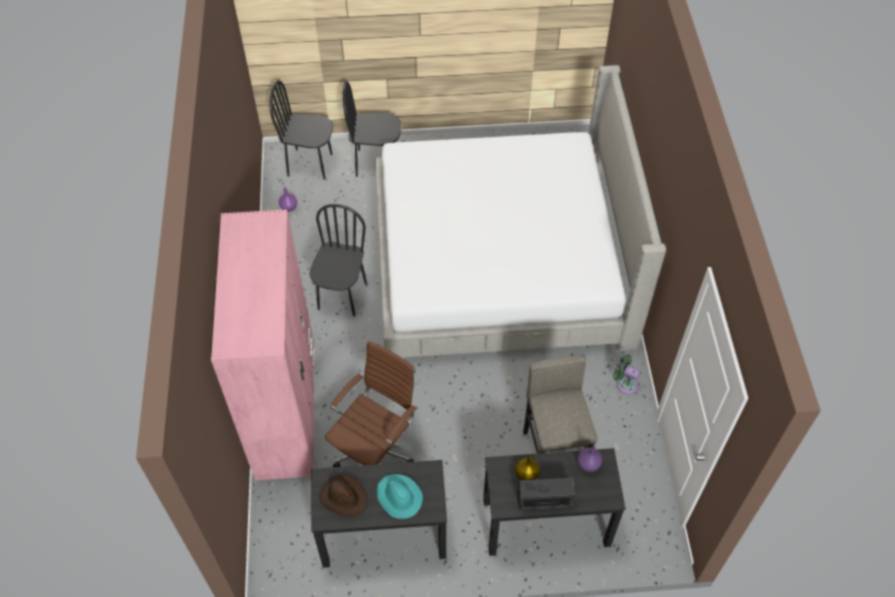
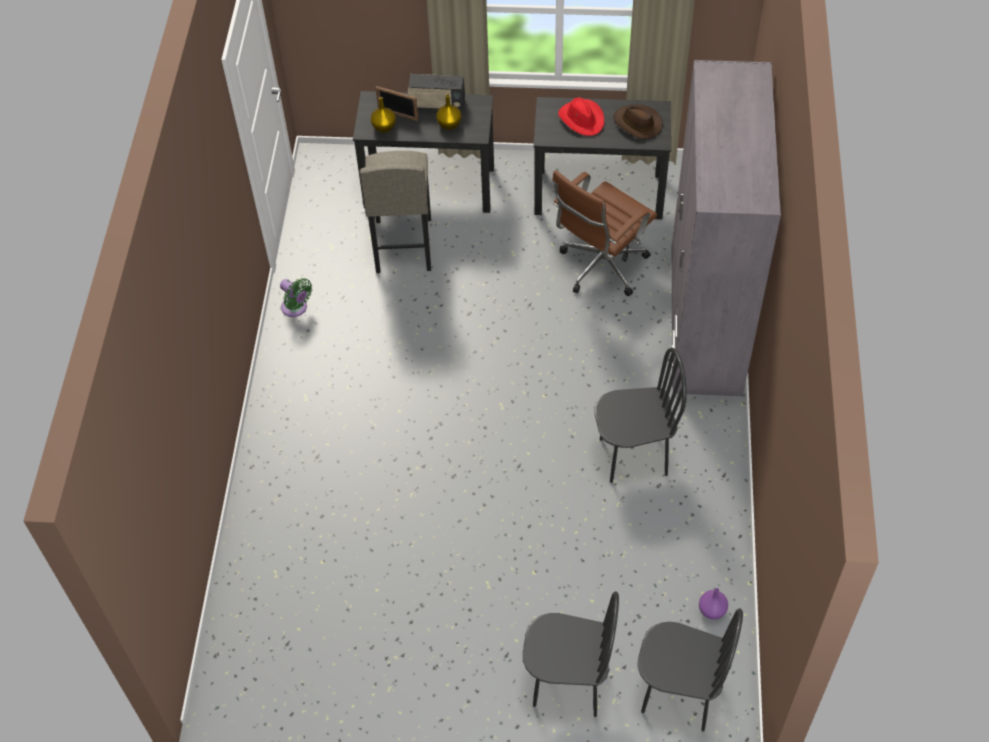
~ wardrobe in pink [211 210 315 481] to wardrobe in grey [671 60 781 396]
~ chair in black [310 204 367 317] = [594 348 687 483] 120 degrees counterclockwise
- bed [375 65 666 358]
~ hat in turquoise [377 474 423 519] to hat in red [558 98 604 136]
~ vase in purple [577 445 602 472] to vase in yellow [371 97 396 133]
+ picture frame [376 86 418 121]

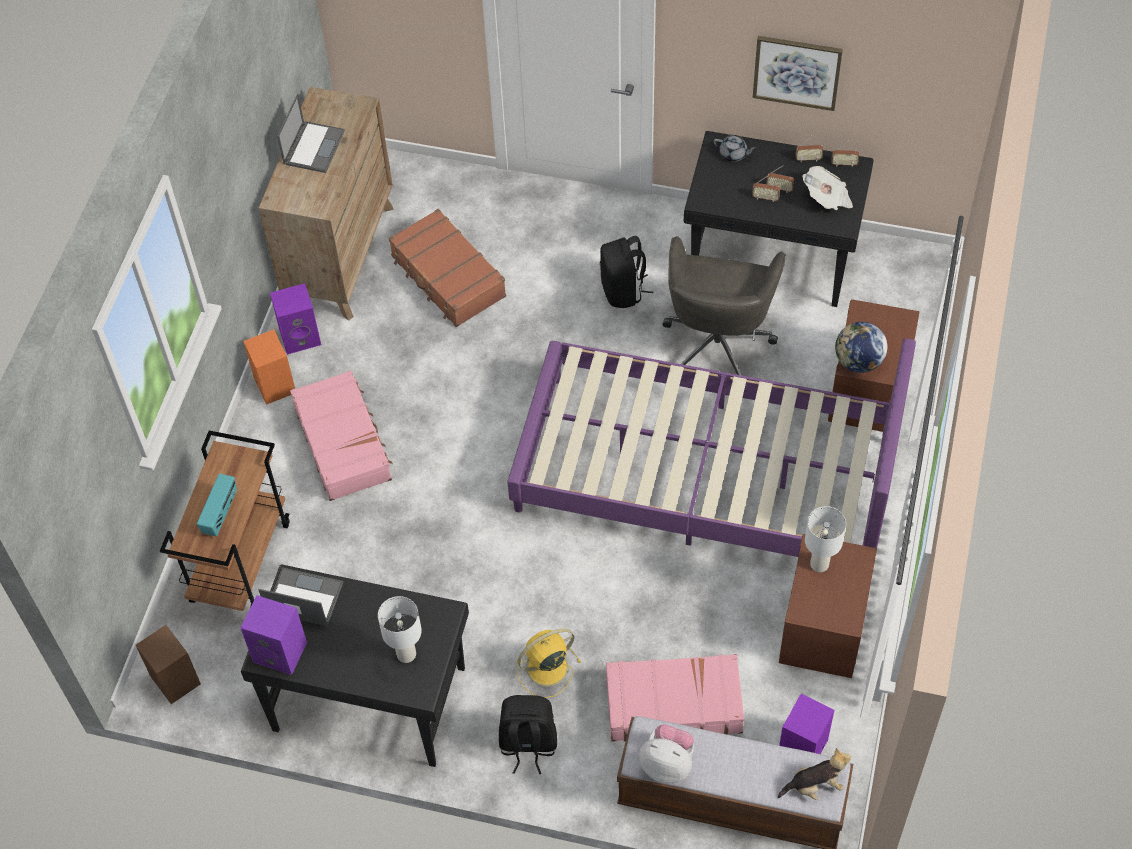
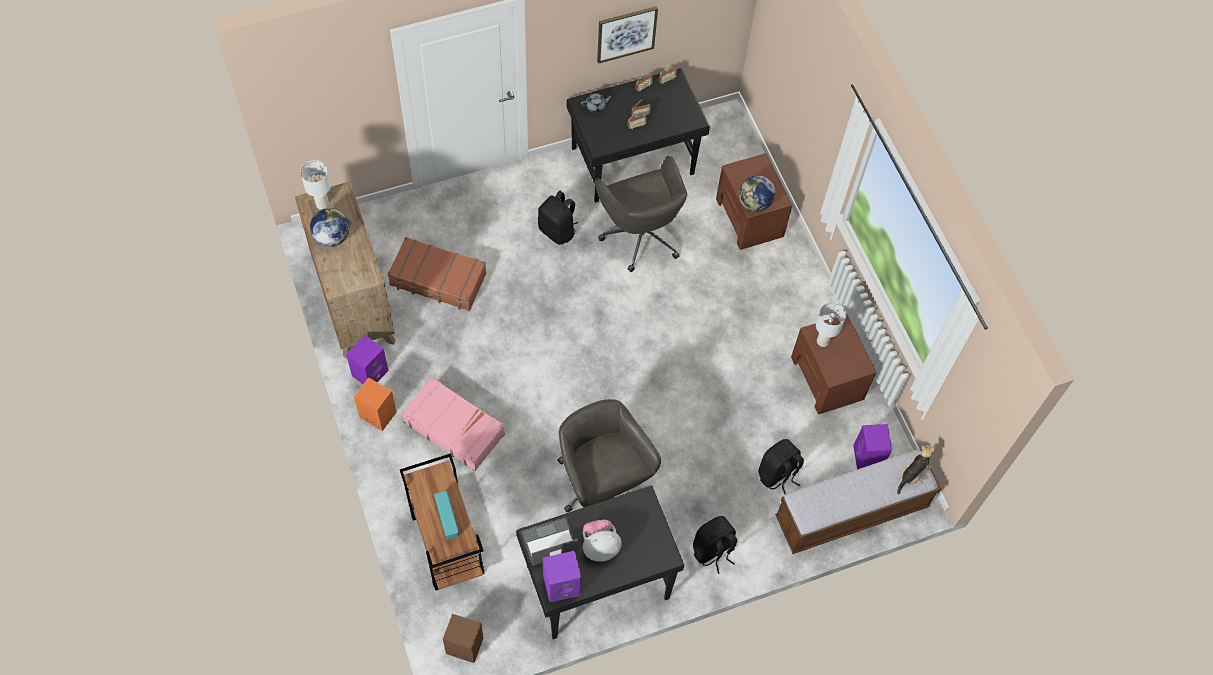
~ laptop [277 94 345 173] to globe [310 208 349 247]
~ table lamp in white [378 596 422 663] to [300 160 331 210]
- bed in purple [507 339 916 557]
- fan in yellow [516 628 581 698]
~ suitcase in pink [606 654 745 742] to backpack in black [758 439 804 494]
~ plush toy [639 724 694 784] to [583 520 622 562]
- newspaper [803 166 853 210]
+ office chair in grey [557 399 661 512]

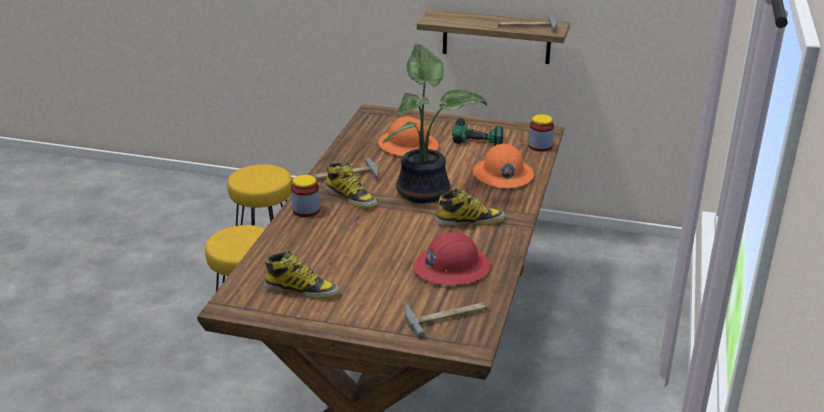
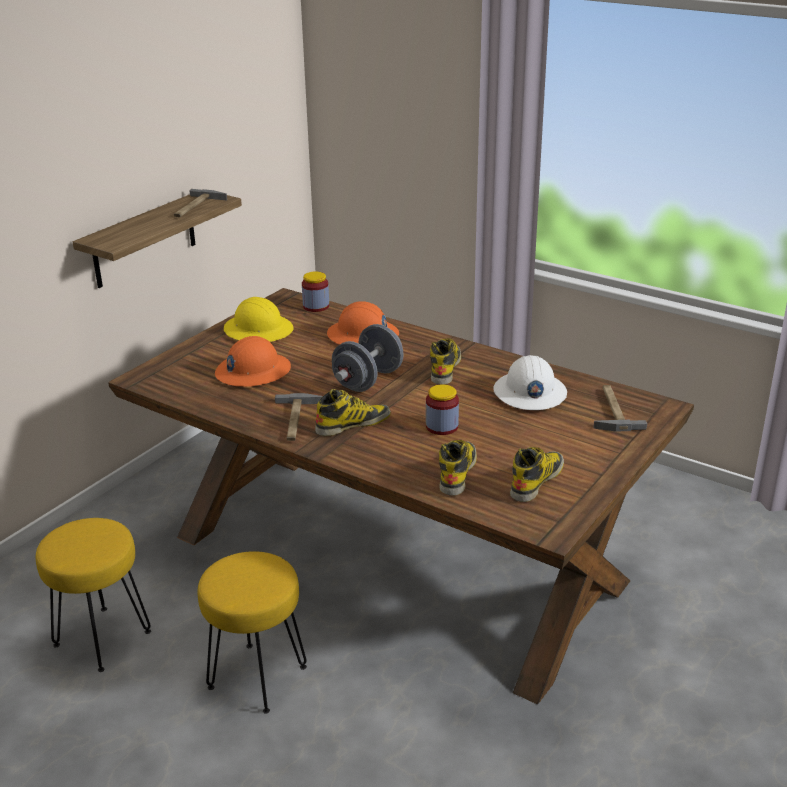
~ jar [291 175 320 217] to [426 384 459 435]
~ potted plant [382 44 487 203] to dumbbell in grey [332 324 404 392]
~ hard hat in red [413 232 491 286] to hard hat in white [493 355 567 410]
~ power drill [452 116 503 146] to hard hat in yellow [224 297 293 342]
+ boot [439 440 477 496]

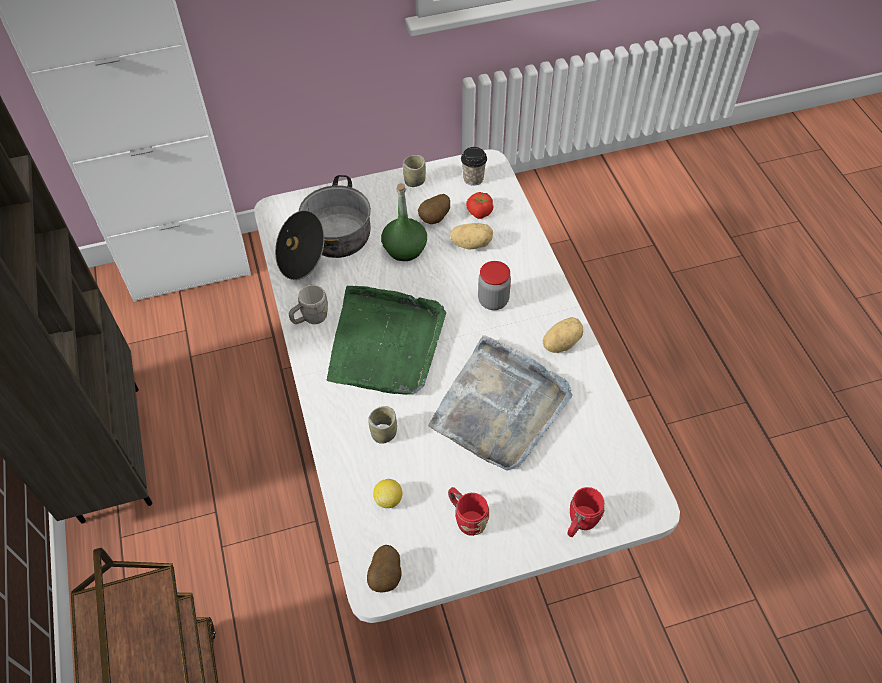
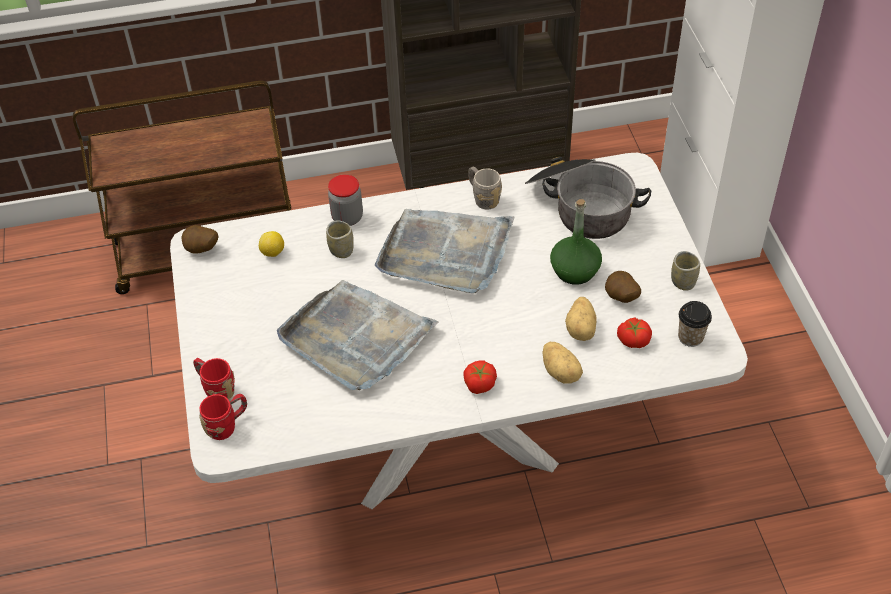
~ tray in green [327 286 446 395] to tray in grey [375 209 514 293]
~ mug in red [448 487 489 536] to [199 394 247 440]
~ jar [478 261 511 310] to [328 175 363 226]
~ potato [543 317 583 353] to [542 342 583 384]
+ tomato [463 361 497 394]

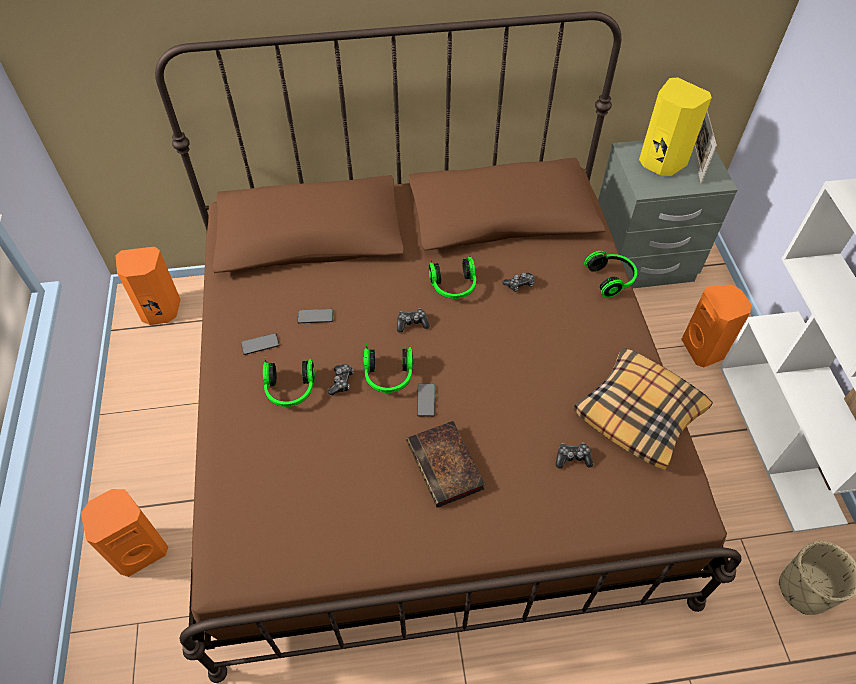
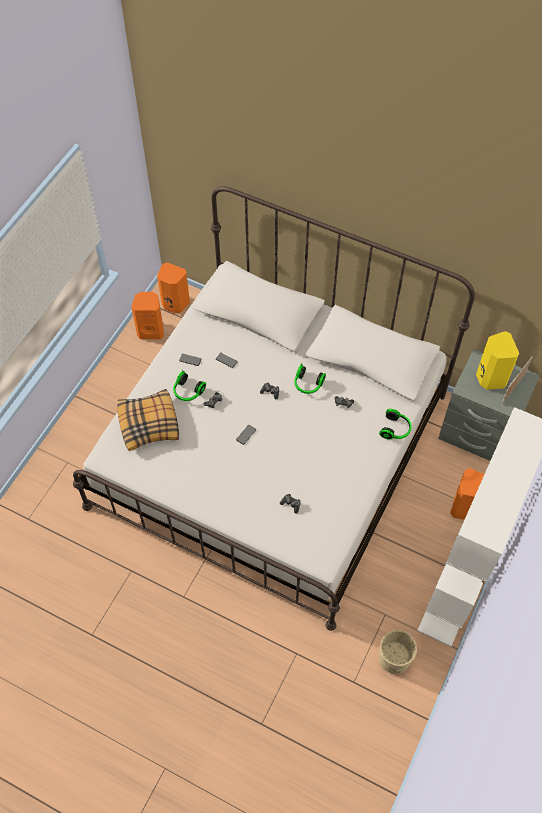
~ speaker in orange [81 489 168 577] to [131 292 164 339]
~ bed in brown [155 11 741 683] to bed in white [73 186 475 631]
- headphones [363 344 413 393]
- book [407 421 485 508]
~ pillow [574 348 713 470] to [117 389 179 451]

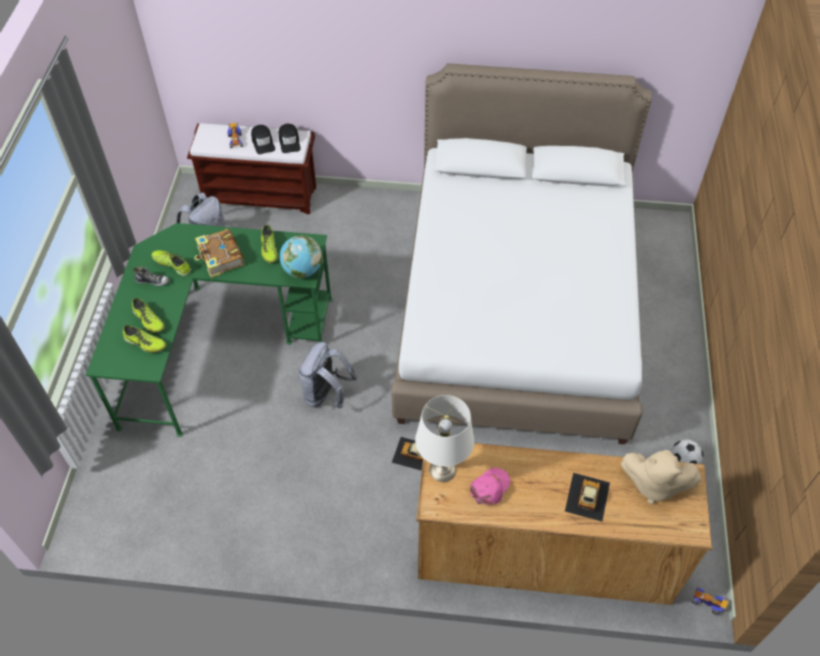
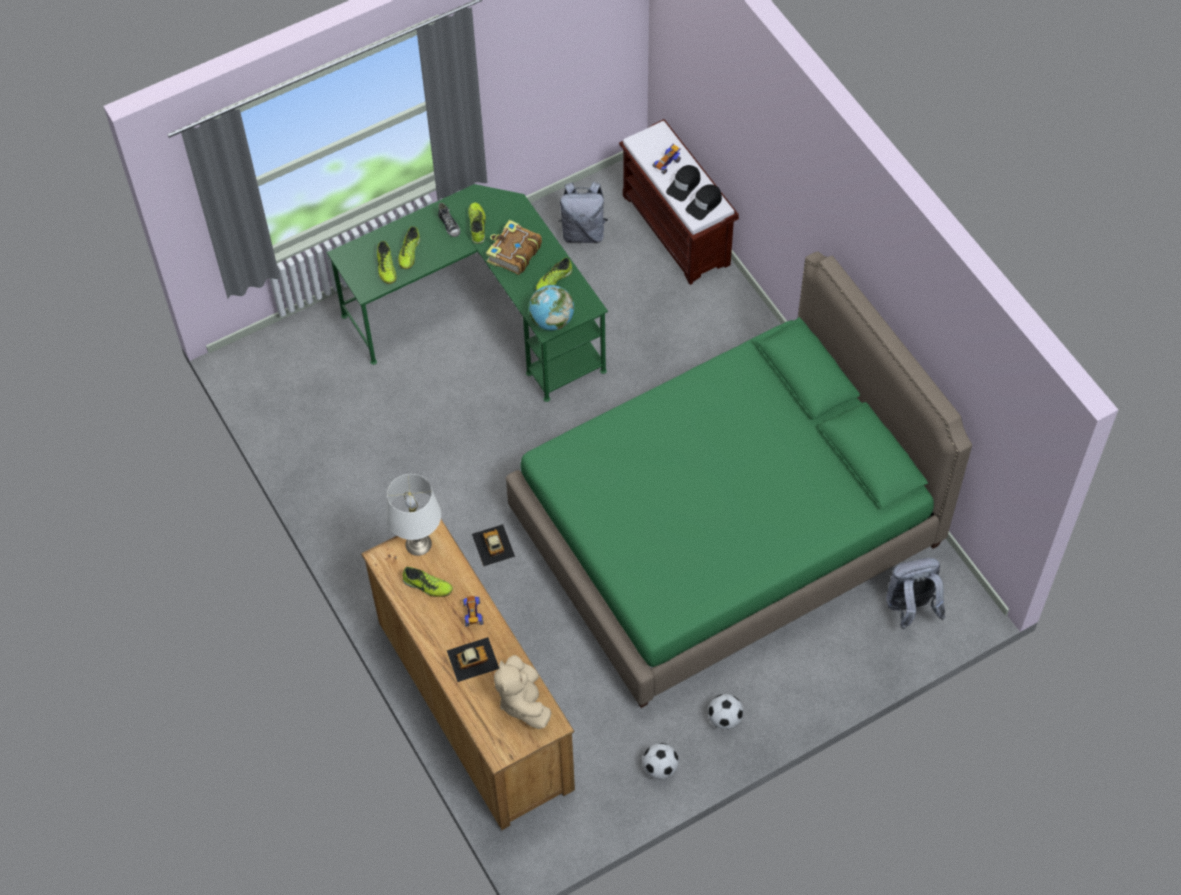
~ backpack in grey [298 342 357 409] to [886 558 945 629]
~ bed in white [391 63 652 444] to bed in green [506 251 972 708]
~ cap in pink [470 468 510 504] to shoe [402 567 453 597]
~ toy car [691 587 729 615] to [463 596 483 627]
+ football [708 694 743 729]

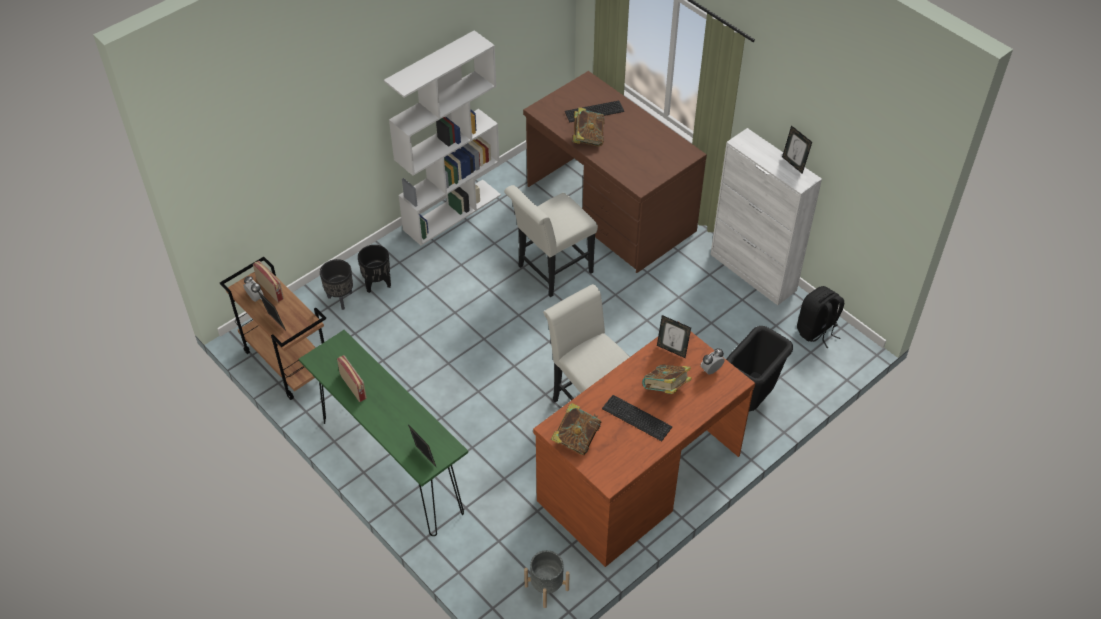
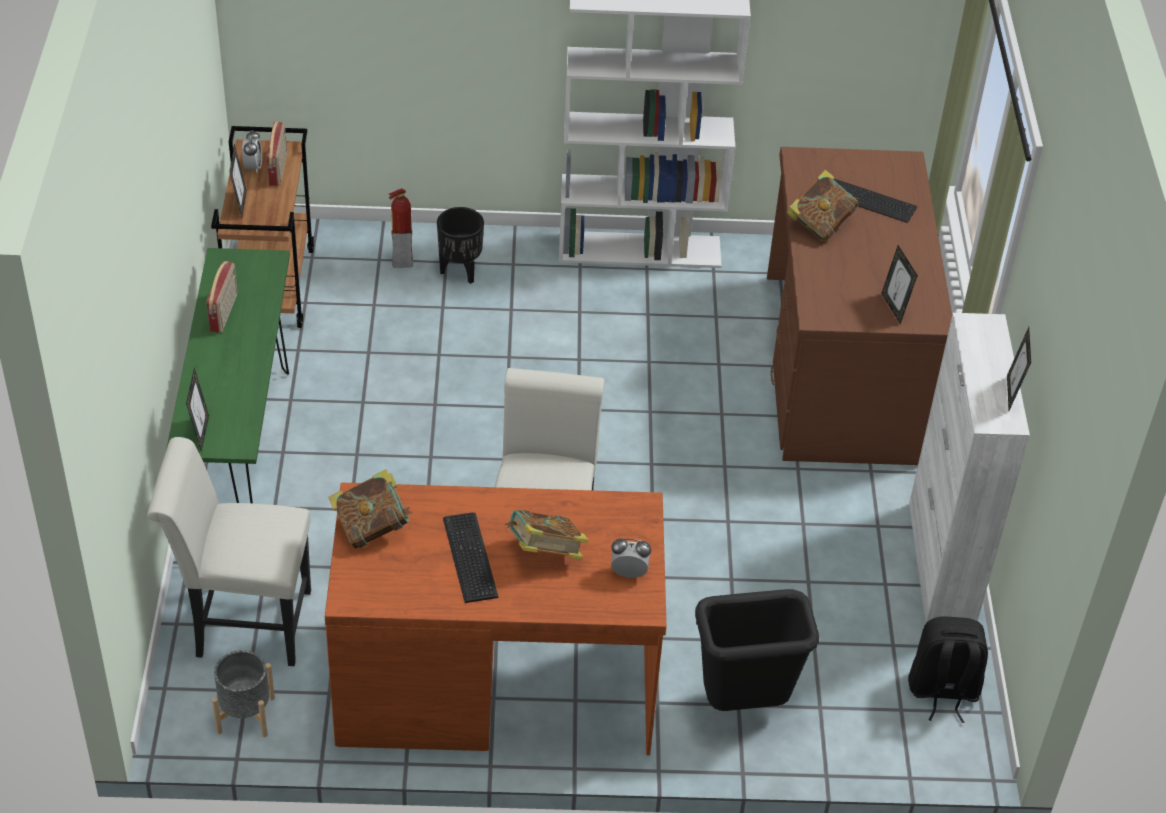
~ planter in black [320 259 353 310] to fire extinguisher [389 188 413 268]
~ chair in white [504 185 598 297] to [147 437 311 666]
~ picture frame [657 315 691 358] to [881 245 918 324]

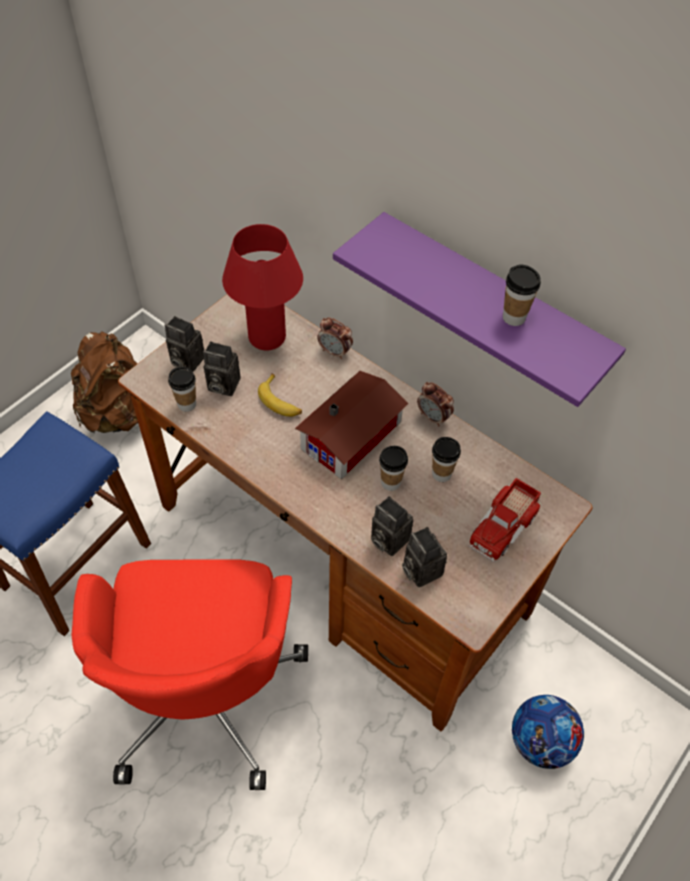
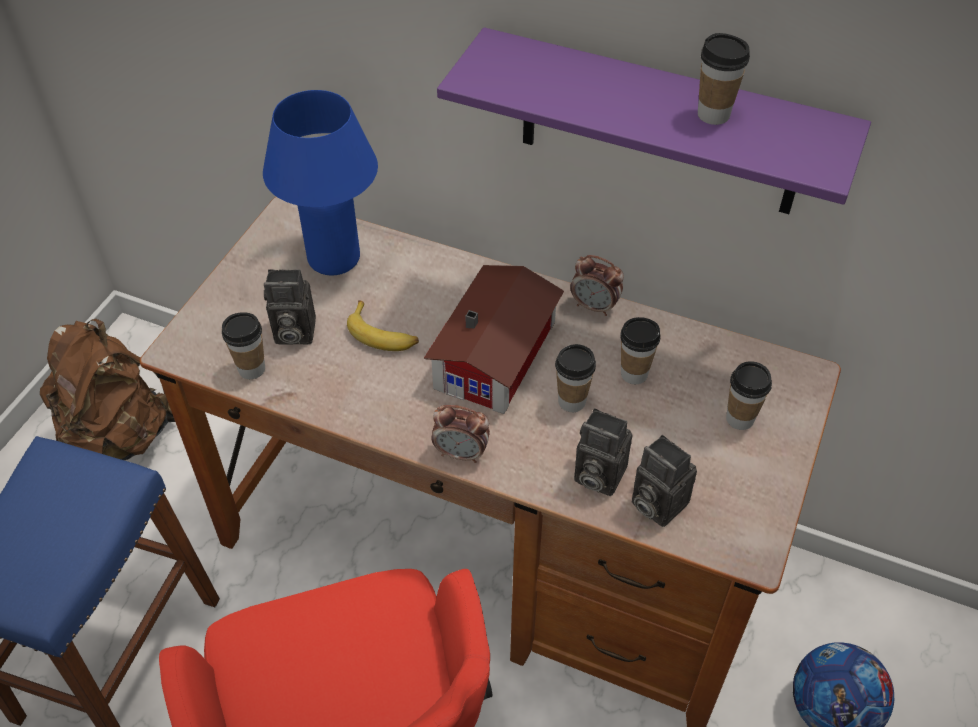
- photo camera [165 316 205 372]
~ table lamp in red [222 224 303 350] to table lamp in blue [263 90 378 275]
~ alarm clock [317 317 353 359] to [431 405 490 463]
~ toy truck [468 478 541 563] to cup [726 361 772 430]

